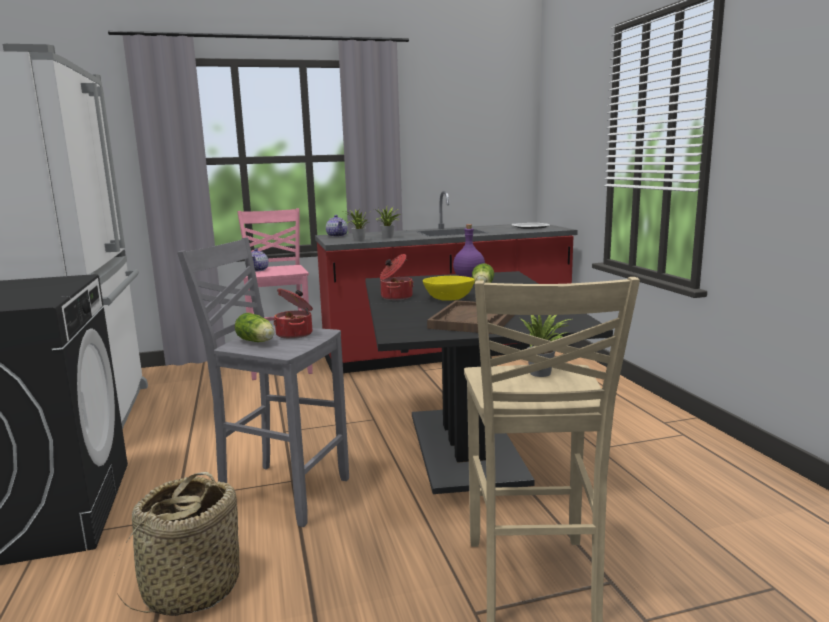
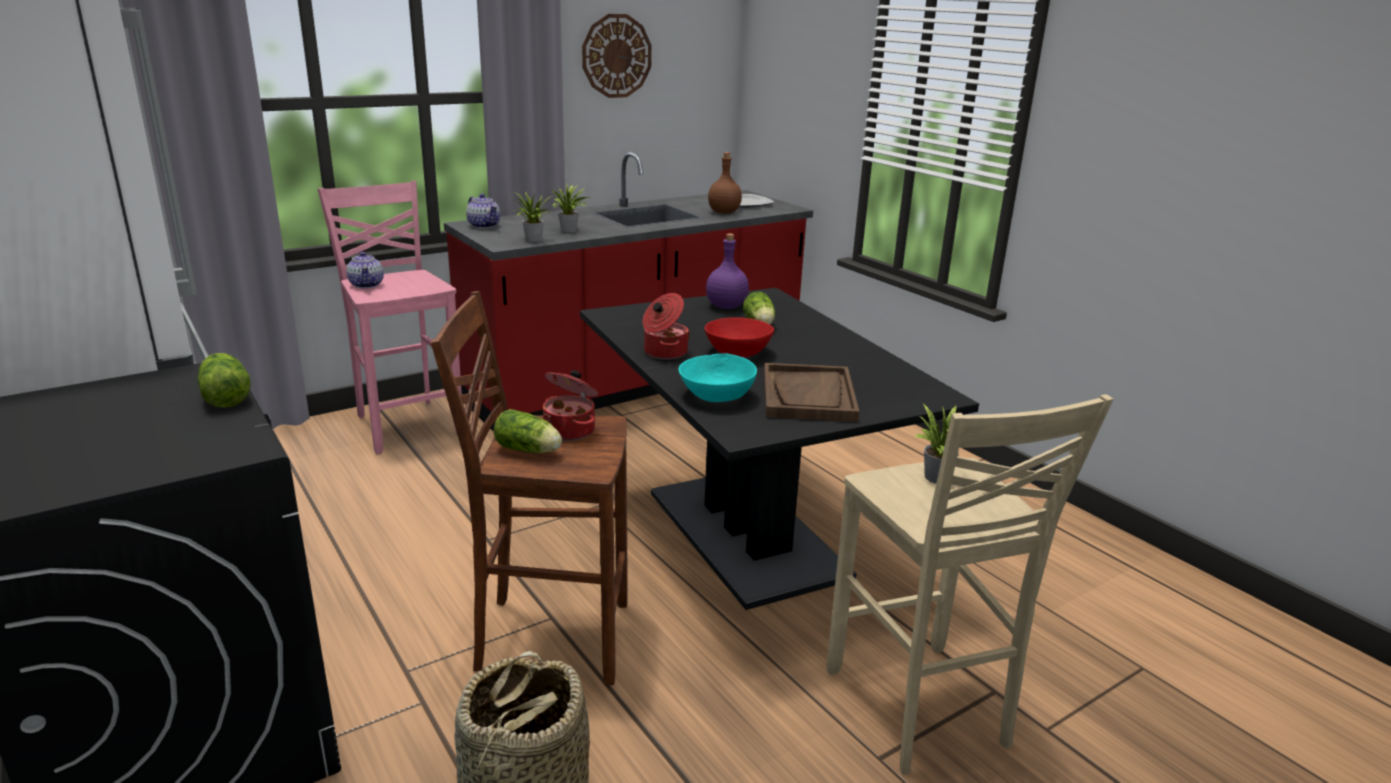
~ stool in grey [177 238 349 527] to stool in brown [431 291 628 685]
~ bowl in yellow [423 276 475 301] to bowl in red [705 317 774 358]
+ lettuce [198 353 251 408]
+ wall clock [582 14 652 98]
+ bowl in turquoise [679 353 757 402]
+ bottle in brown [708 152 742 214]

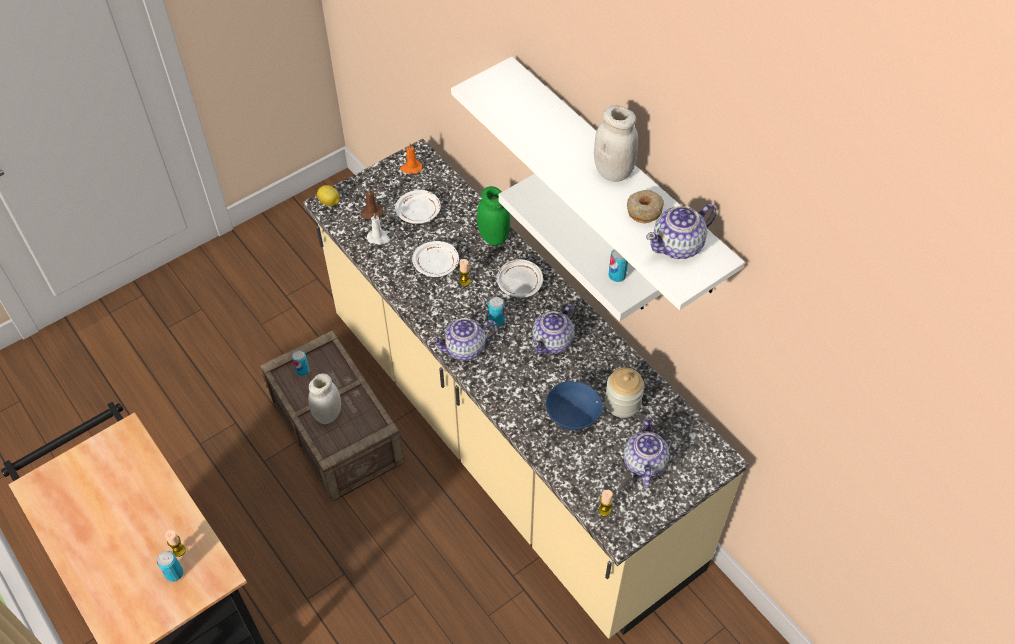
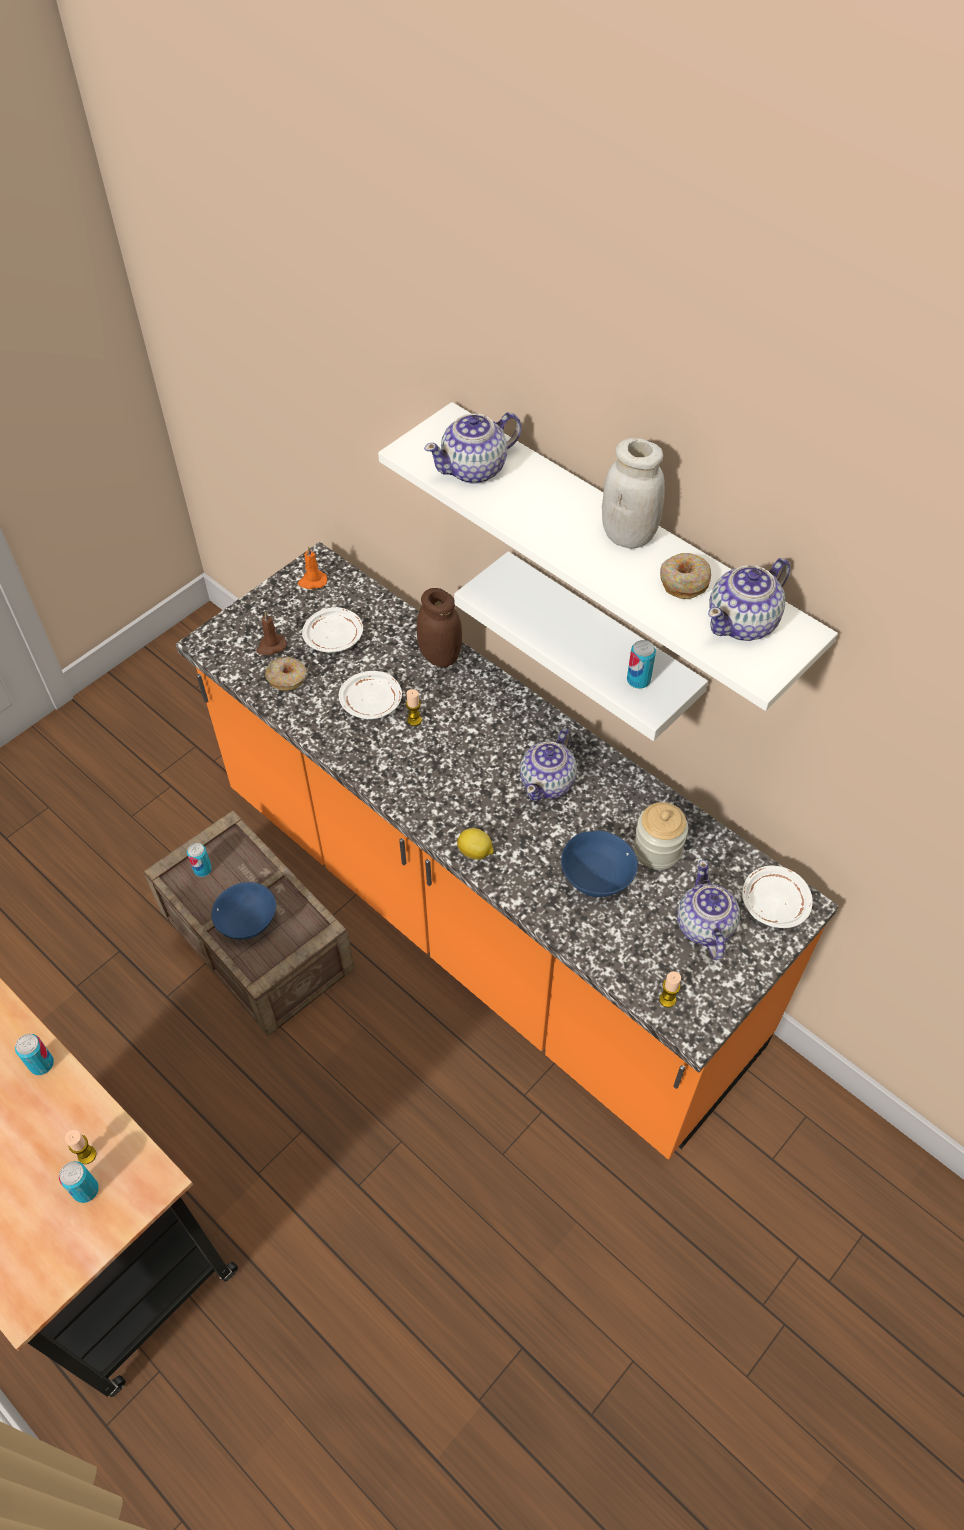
~ counter in beige [303 139 748 639] to counter in orange [176 542 839 1160]
~ jar in white [308 373 341 424] to bowl in blue [212 882 276 940]
~ lemon [317 185 339 206] to [457 828 494 860]
~ candle in white [367 213 390 245] to donut [265 657 307 691]
~ teapot [430 318 498 361] to [424 412 521 484]
~ jar in green [477 186 510 246] to jar in brown [417 588 462 667]
~ can [488 297 505 327] to [15 1034 54 1075]
~ plate in white [497 259 543 298] to [742 866 813 928]

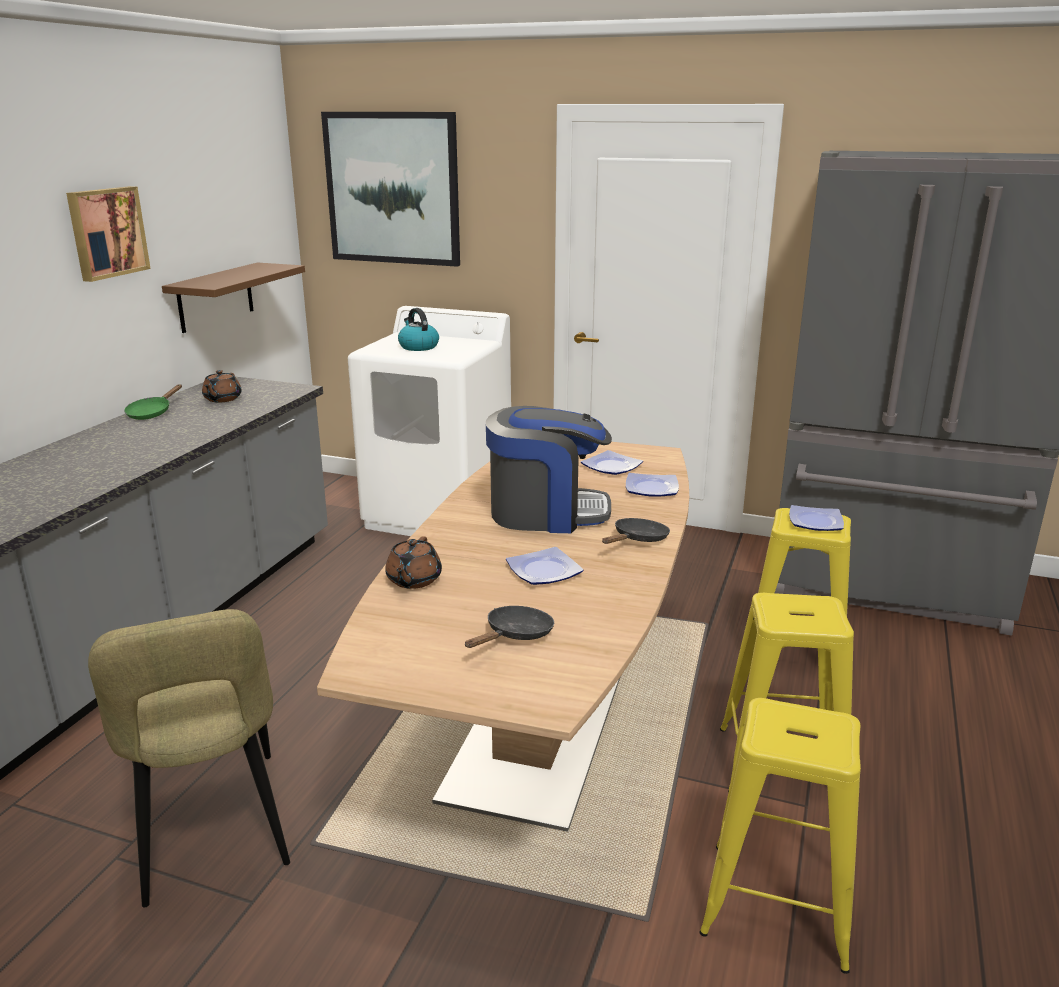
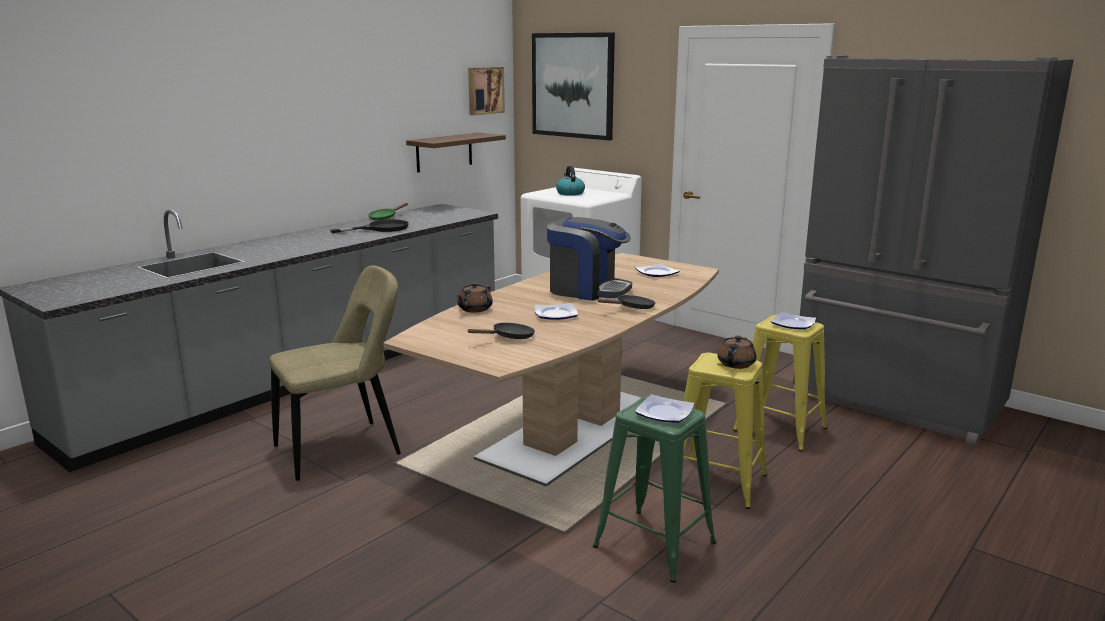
~ picture [66 186 151 282] to [468 67 505 115]
~ chair in beige [88 609 290 908] = [269 266 401 481] 120 degrees counterclockwise
~ teapot in brown [202 370 242 402] to [718 335 757 369]
~ plate [626 473 679 497] to [635 395 694 423]
~ stool in yellow [699 698 861 974] to stool in green [593 396 716 583]
+ frying pan in black [330 220 409 233]

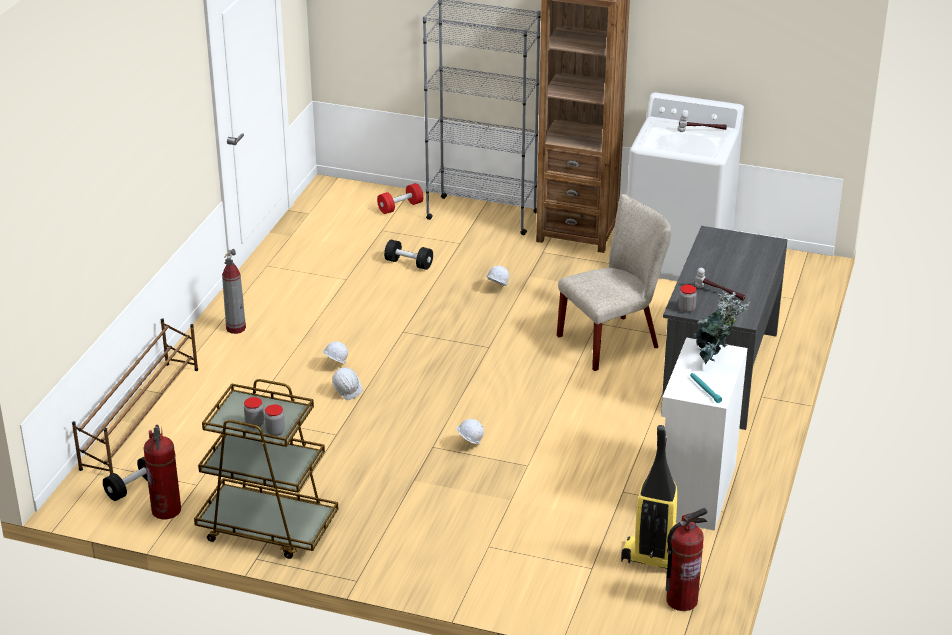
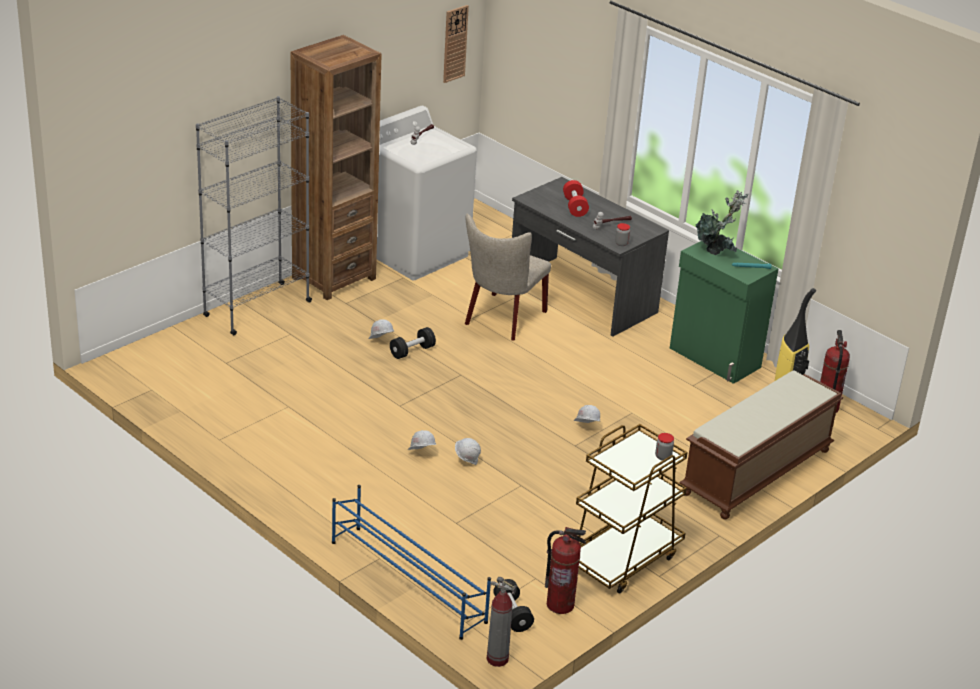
~ shoe rack in brown [72 319 198 475] to shoe rack in blue [332 485 491 640]
~ fire extinguisher [222 249 246 334] to [487 577 517 667]
- jar [244 397 264 428]
~ dumbbell in red [377 183 423 214] to [563 180 589 217]
~ dumbbell in black [384 240 433 270] to [390 327 436 359]
~ chair in beige [557 194 671 371] = [465 214 551 341] 150 degrees counterclockwise
~ cabinet in white [661 337 747 531] to cabinet in green [670 241 778 384]
+ wall clock [443 5 469 83]
+ bench in brown [679 371 843 519]

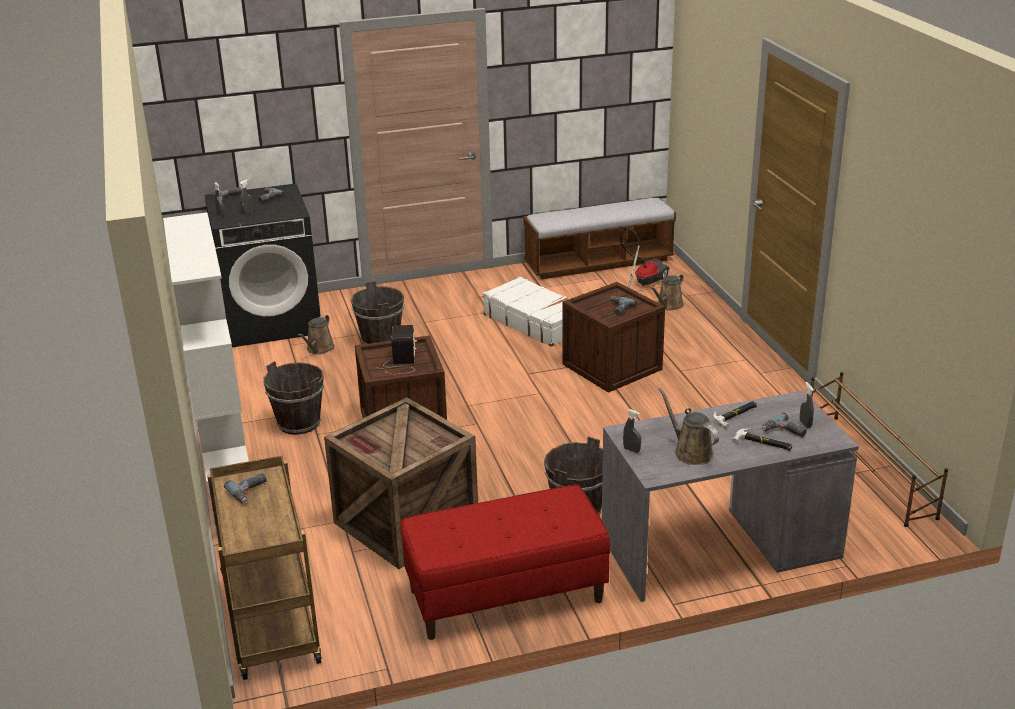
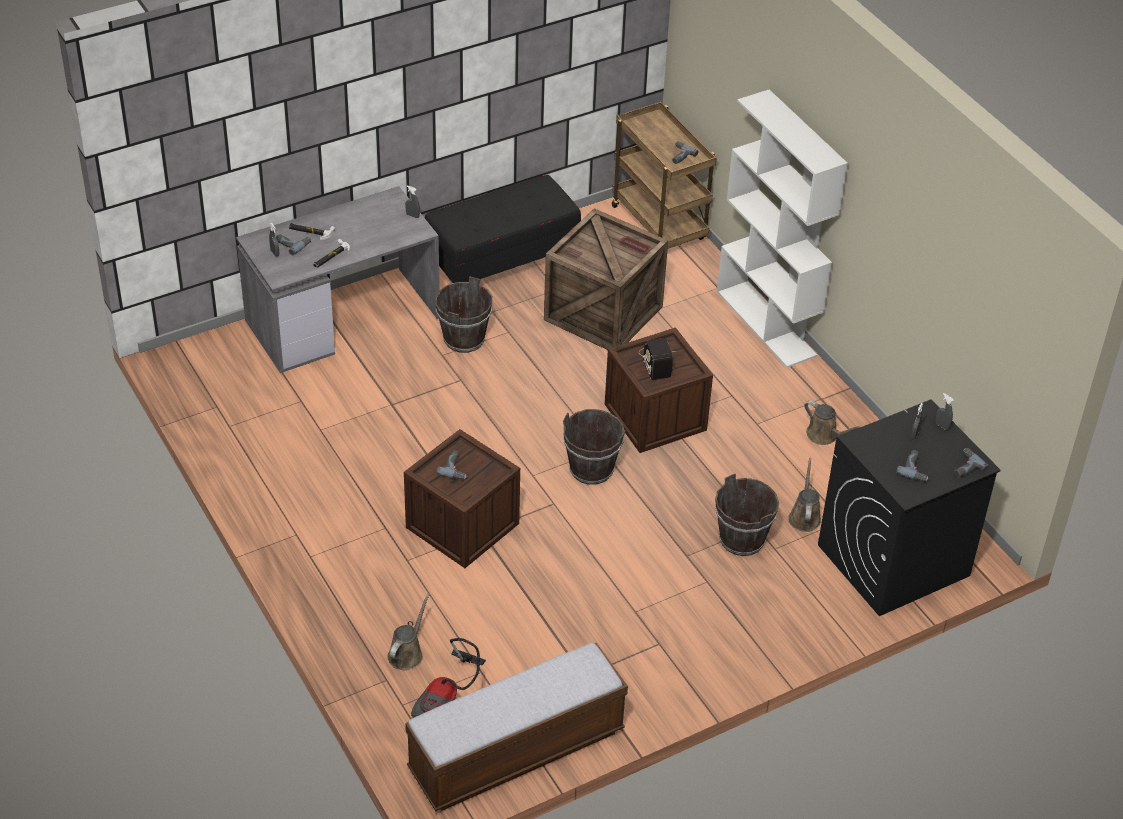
~ bucket in brown [263 361 324 435] to [563 409 626 485]
~ bench in red [401 484 610 640] to bench in black [425 175 581 288]
- suitcase in white [483 277 569 347]
~ watering can in brown [659 387 719 465] to [804 400 862 445]
- shoe rack in brown [811 372 948 527]

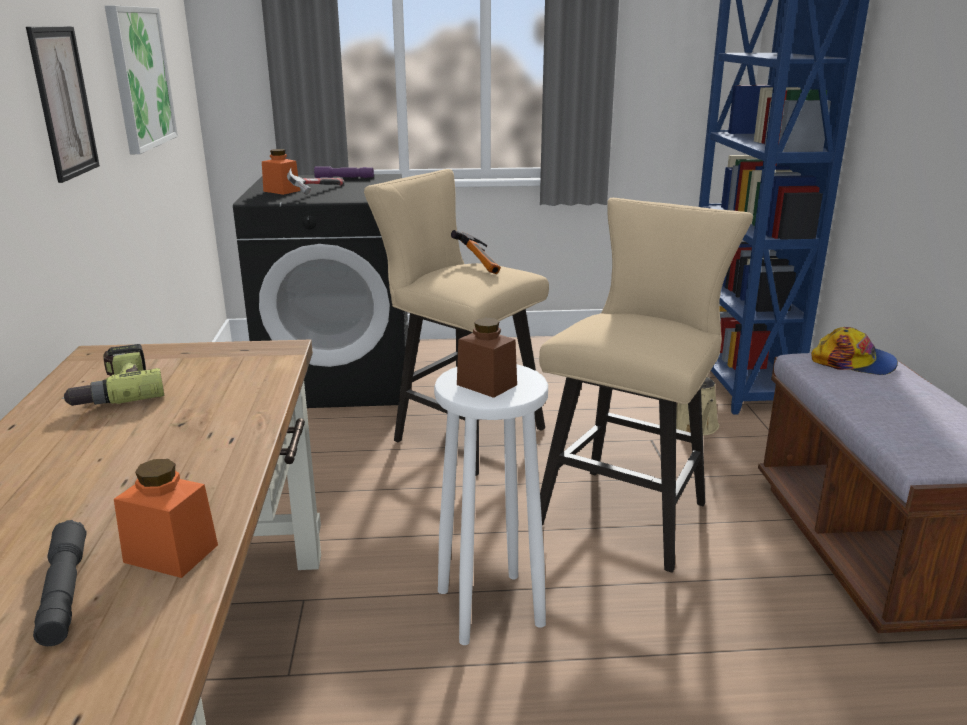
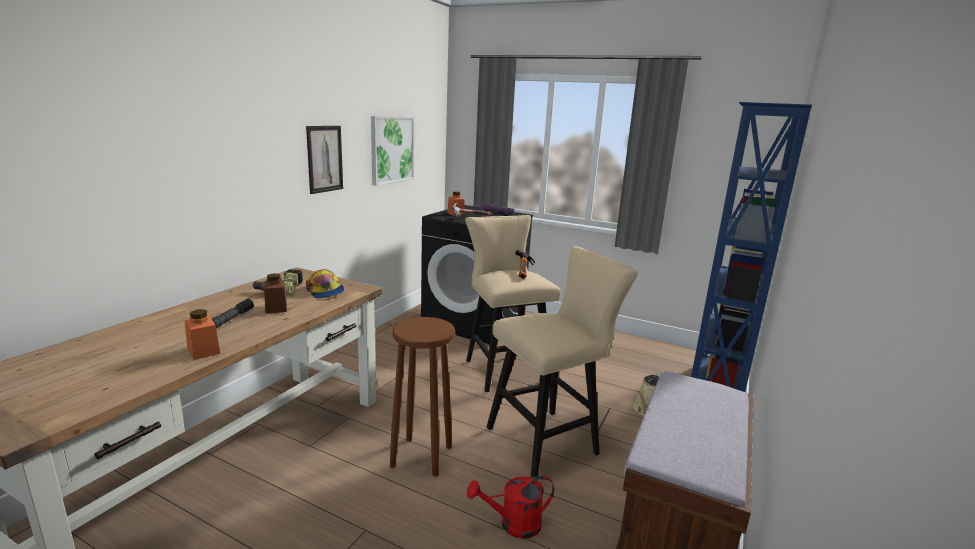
~ flashlight in grey [33 520 86 646] to [212 299 254 328]
~ stool in white [434 364 548 645] to stool in brown [390 317 455 477]
~ jar in brown [457 318 517 398] to [264 273 287 314]
~ cap [811 327 898 375] to [306 269 344 298]
+ watering can in red [467 475 554 539]

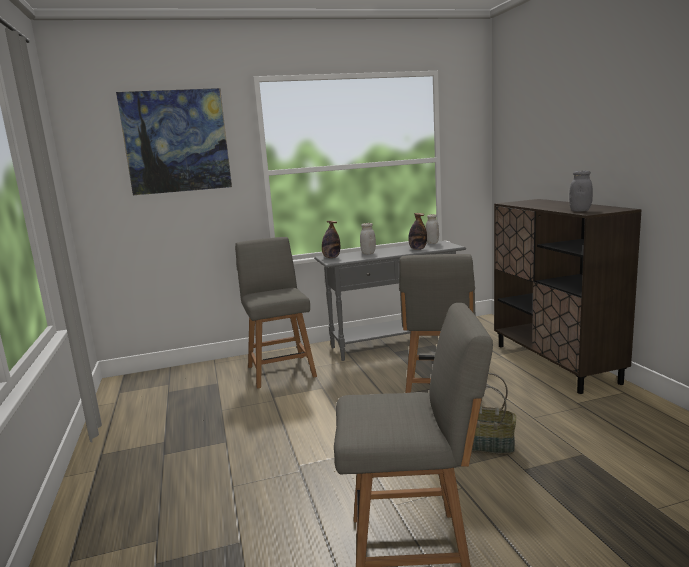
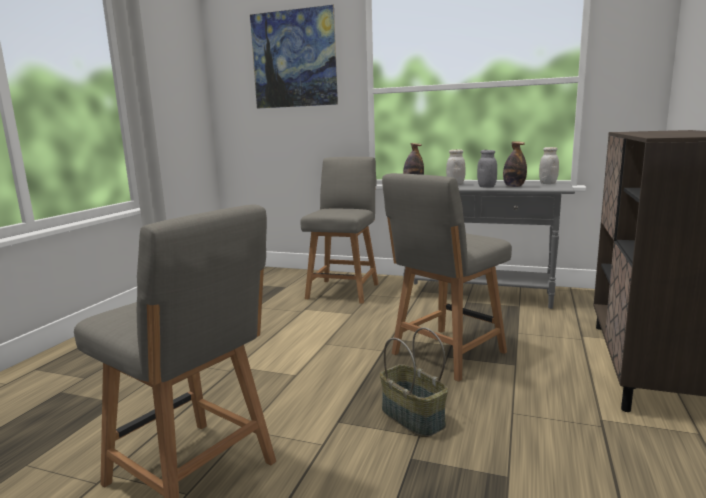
~ jar in grey [569 171 593 212] to [477 150 497 188]

